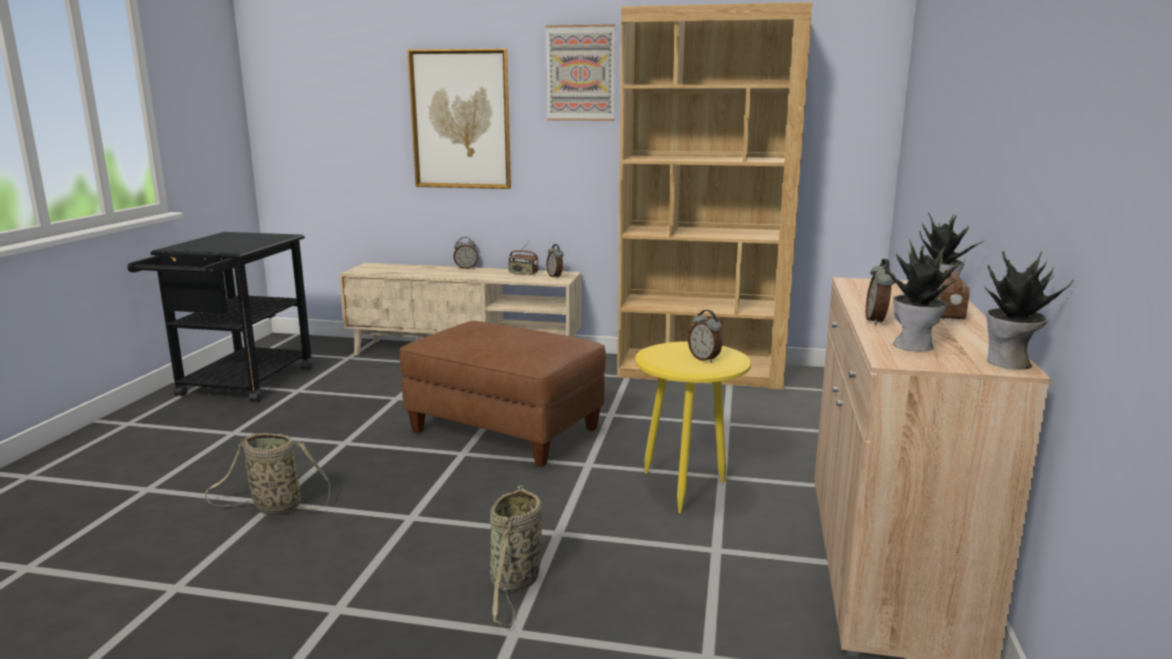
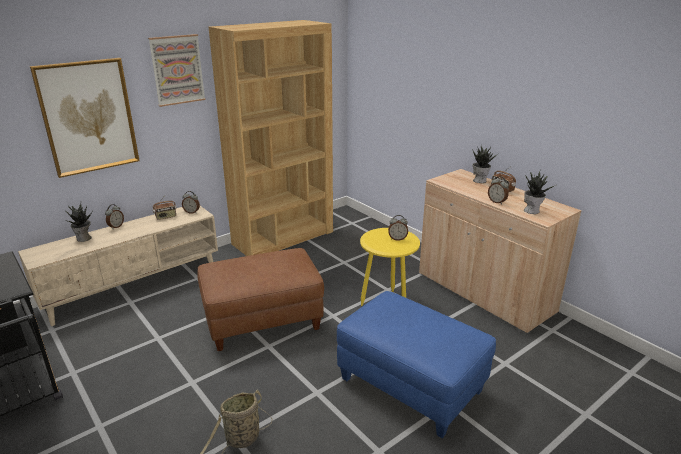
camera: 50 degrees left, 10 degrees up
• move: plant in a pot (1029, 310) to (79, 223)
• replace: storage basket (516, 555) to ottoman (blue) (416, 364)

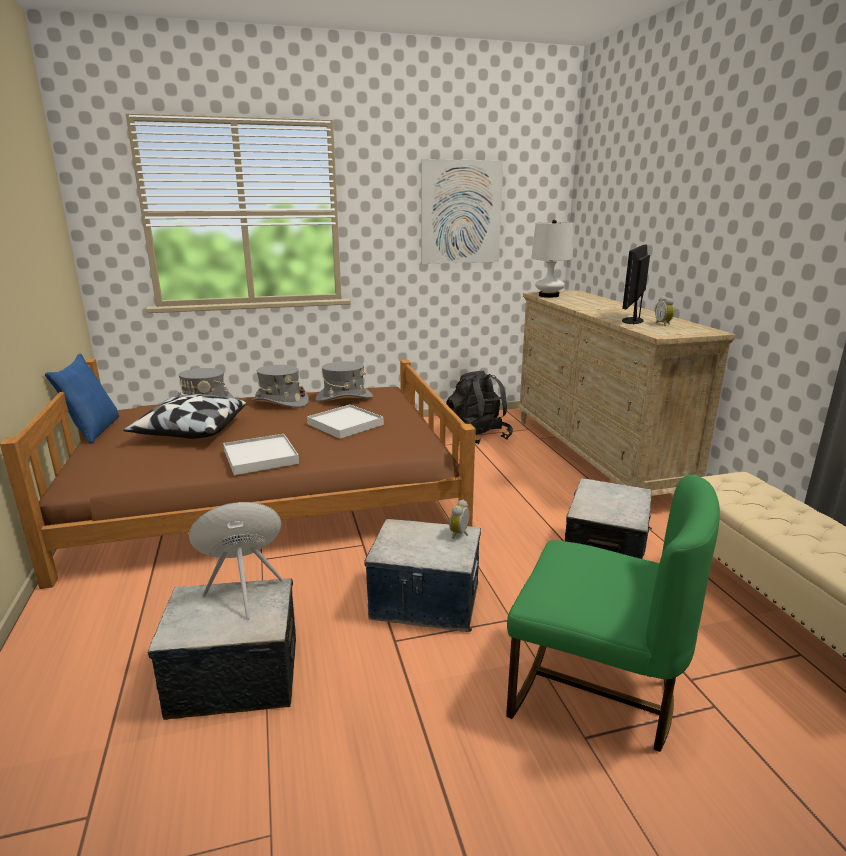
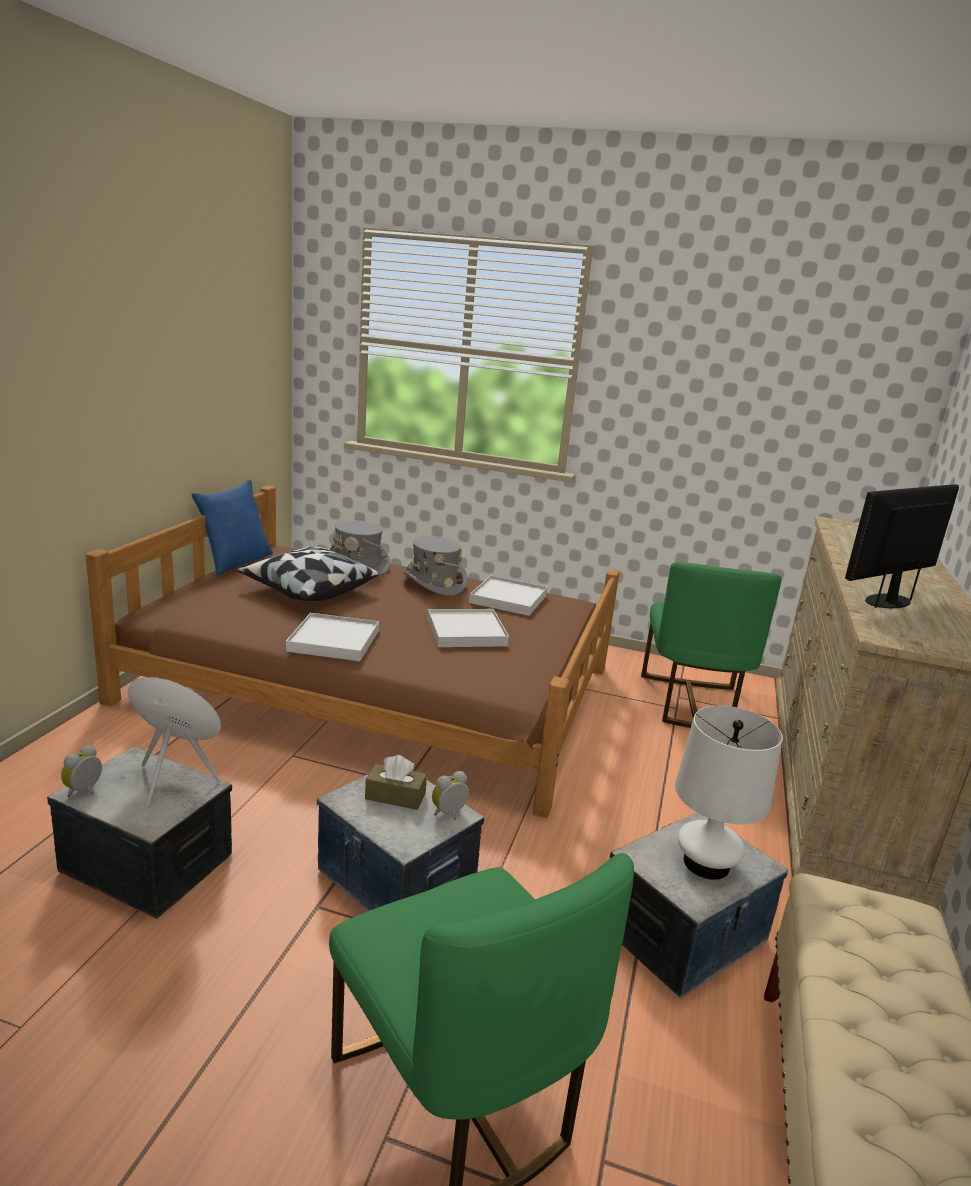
camera: 30 degrees right, 0 degrees up
• delete: picture (462, 211)
• move: tabletop lamp (white-coloured) (552, 258) to (729, 793)
• move: alarm clock (664, 311) to (81, 771)
• replace: hat (greyish) (344, 381) to serving tray (white-coloured) (508, 595)
• replace: knapsack (black) (479, 407) to upright chair (green) (711, 645)
• insert: tissue box (brown) (396, 782)

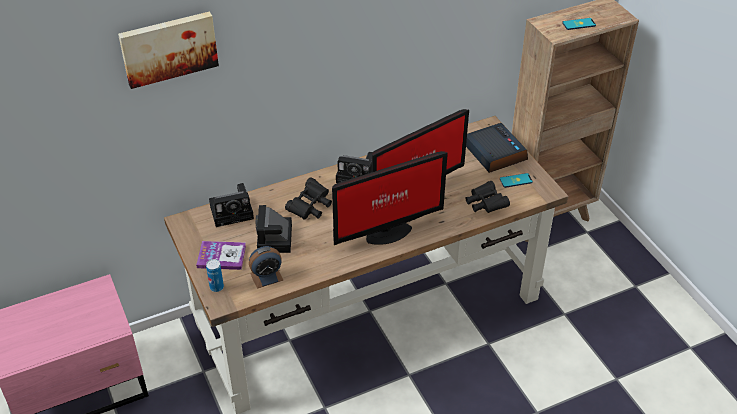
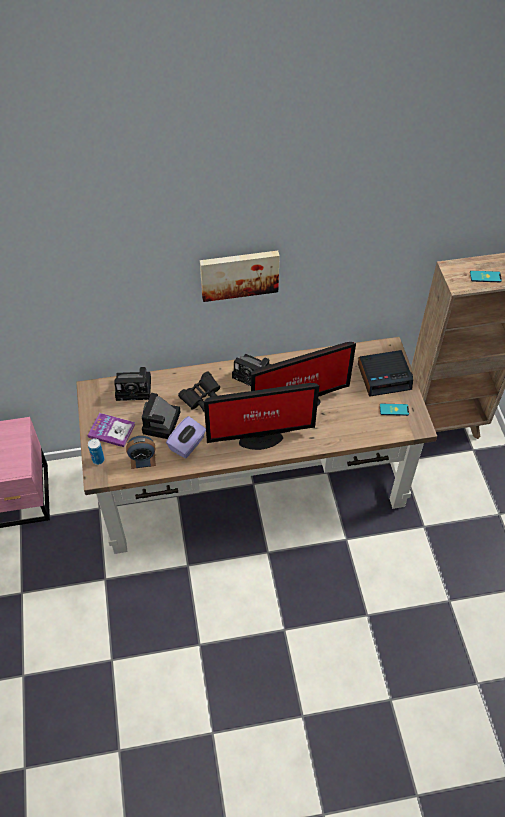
camera: 15 degrees right, 10 degrees up
• move: picture (168, 50) to (240, 276)
• rotate: alarm clock (497, 148) = (385, 373) 90 degrees clockwise
• delete: binoculars (black) (487, 197)
• insert: tissue box (purplish) (186, 437)

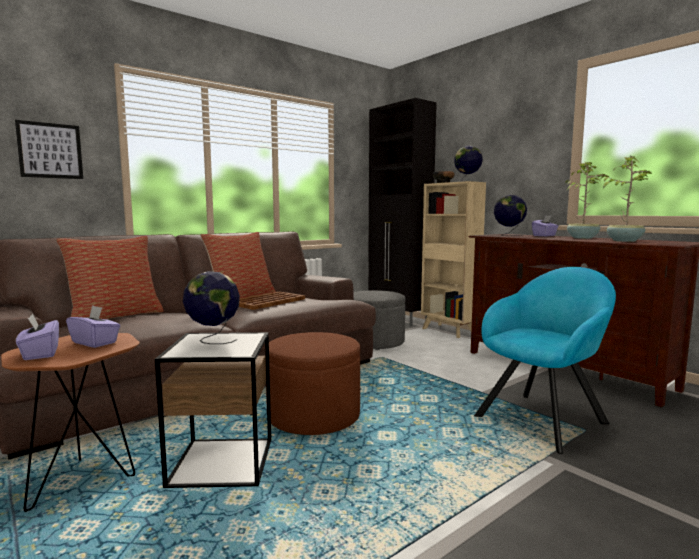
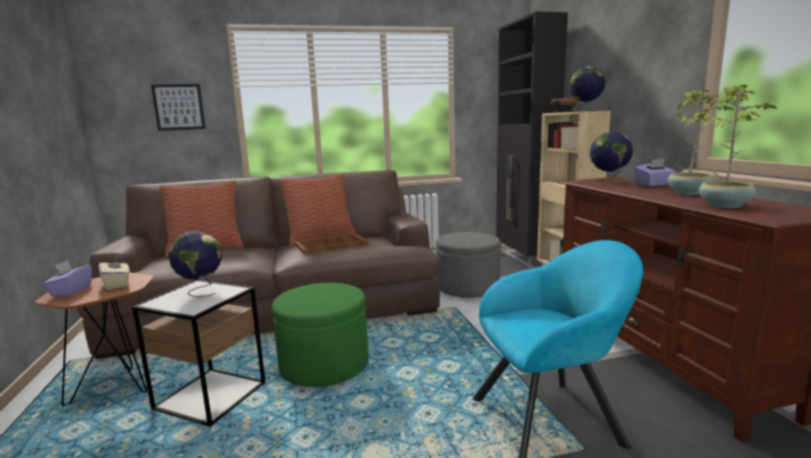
camera: 25 degrees right, 5 degrees up
• recolor: tissue box (purplish) (93, 326) to tissue box (beige) (114, 272)
• recolor: ottoman (brown) (312, 383) to ottoman (green) (320, 335)

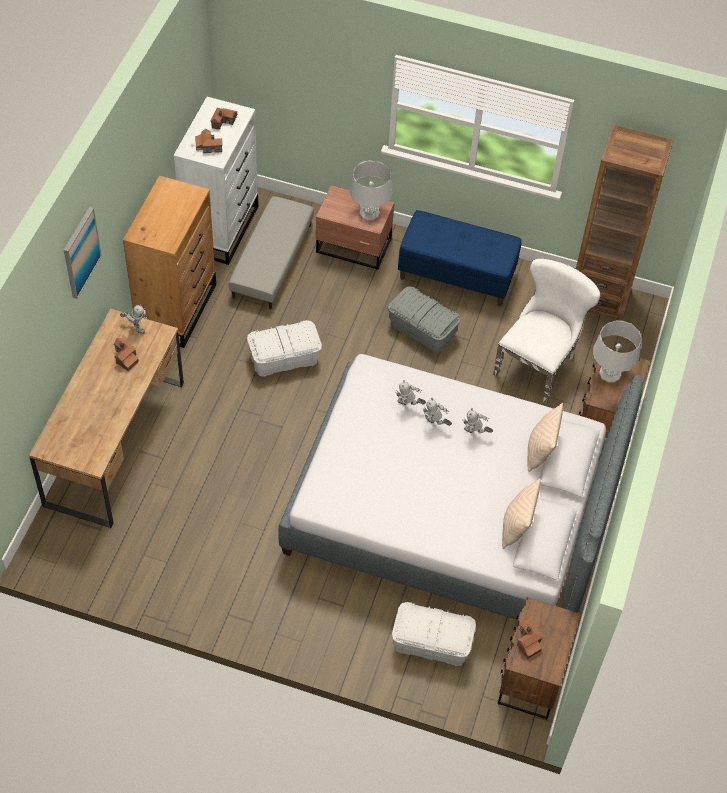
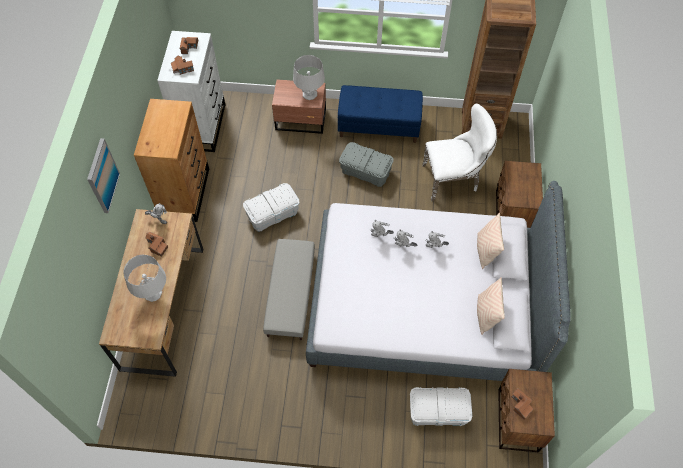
camera: 10 degrees left, 5 degrees up
• move: ottoman (greyish) (271, 252) to (289, 289)
• rotate: upright chair (white-coloured) (547, 331) = (459, 152) 60 degrees clockwise
• move: tabletop lamp (greyish) (617, 351) to (144, 278)

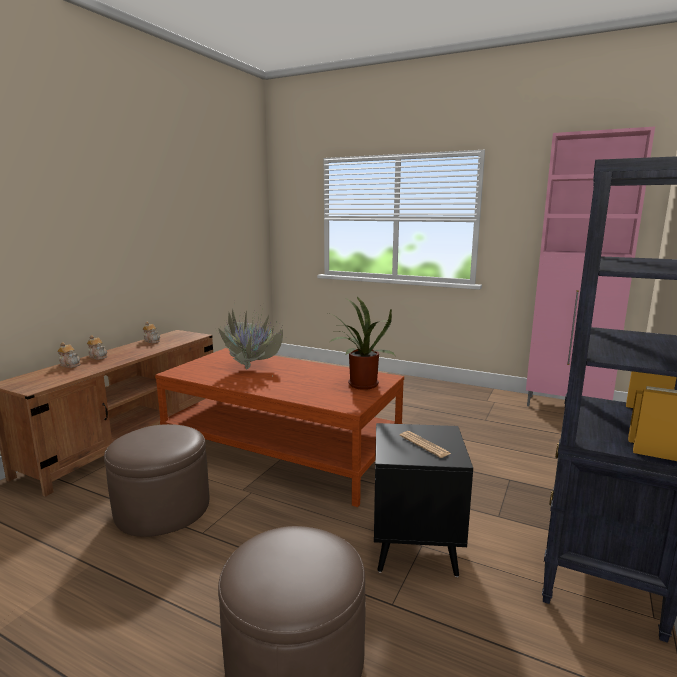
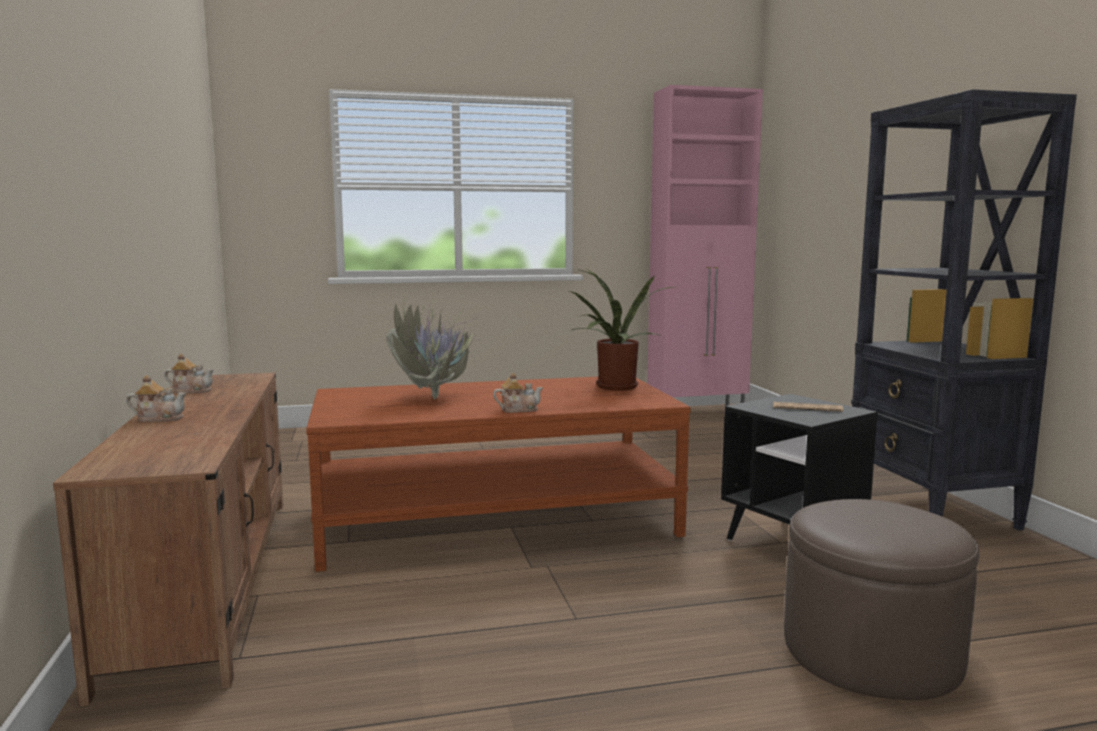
camera: 40 degrees left, 5 degrees down
• move: pot for tea (68, 355) to (518, 393)
• delete: ottoman (brown) (156, 480)

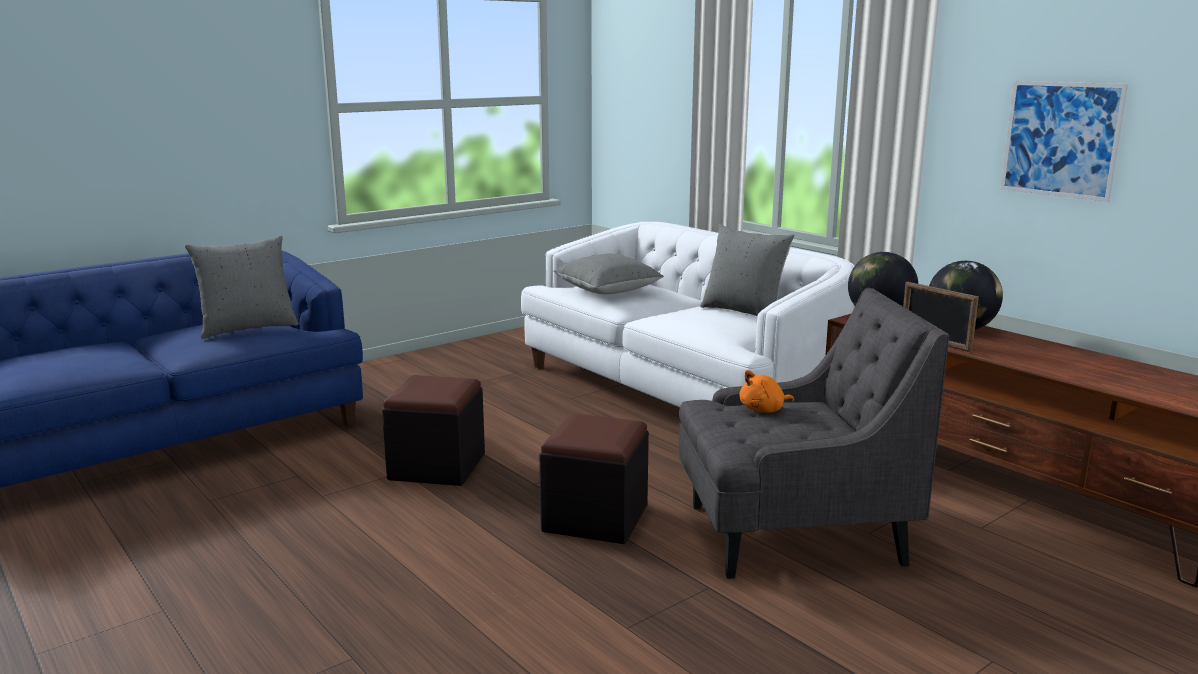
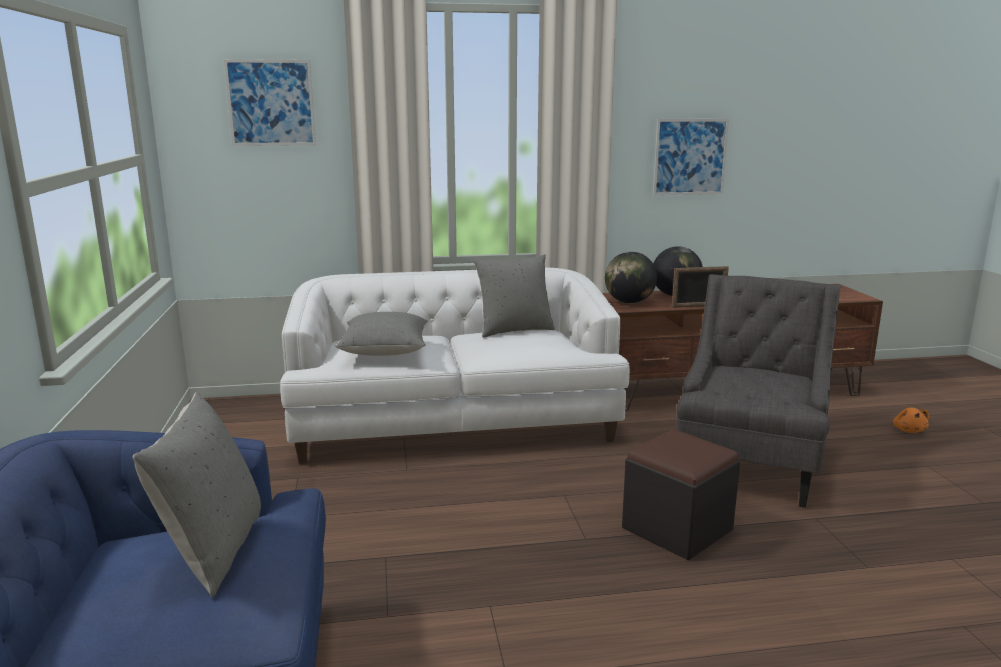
camera: 60 degrees left, 0 degrees up
• move: plush toy (orange-coloured) (766, 391) to (911, 420)
• delete: ottoman (black) (433, 430)
• insert: picture (270, 102)

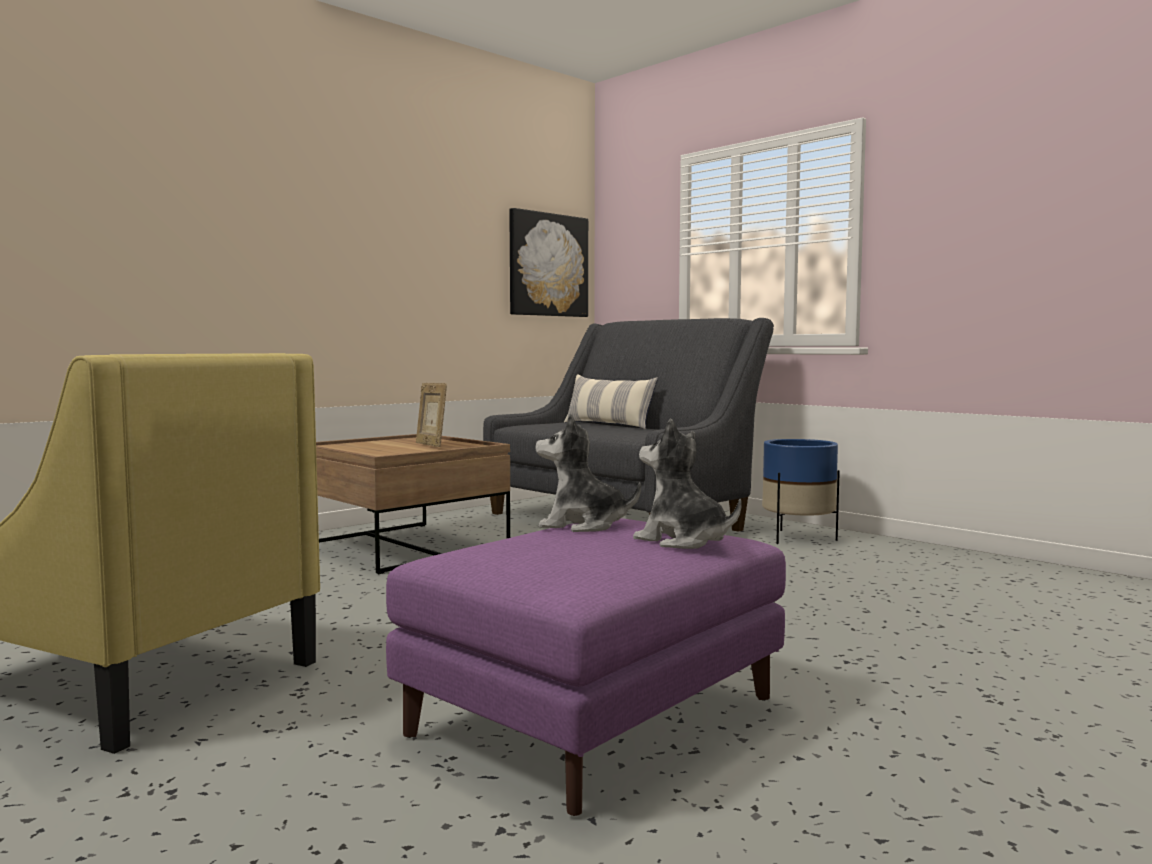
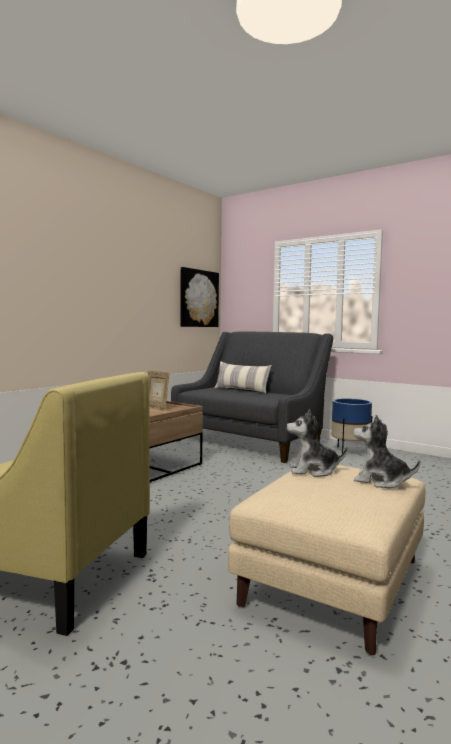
camera: 10 degrees left, 0 degrees up
• recolor: ottoman (purplish) (586, 667) to ottoman (beige) (327, 560)

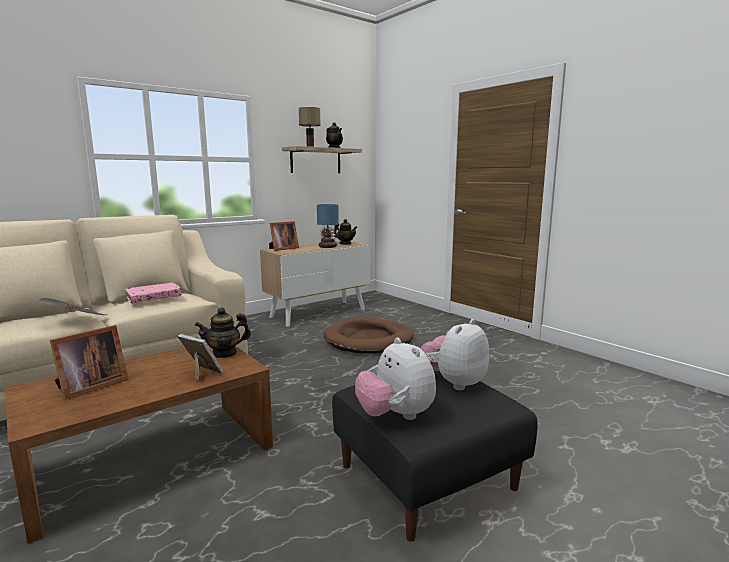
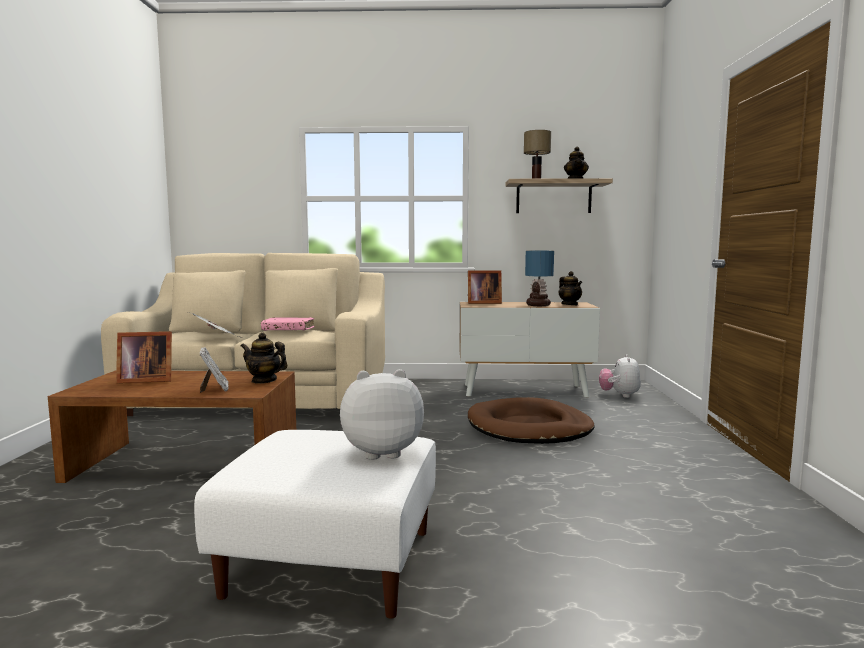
camera: 40 degrees right, 5 degrees down
• move: plush toy (395, 378) to (620, 376)
• recolor: ottoman (black) (435, 456) to ottoman (white-coloured) (315, 524)

